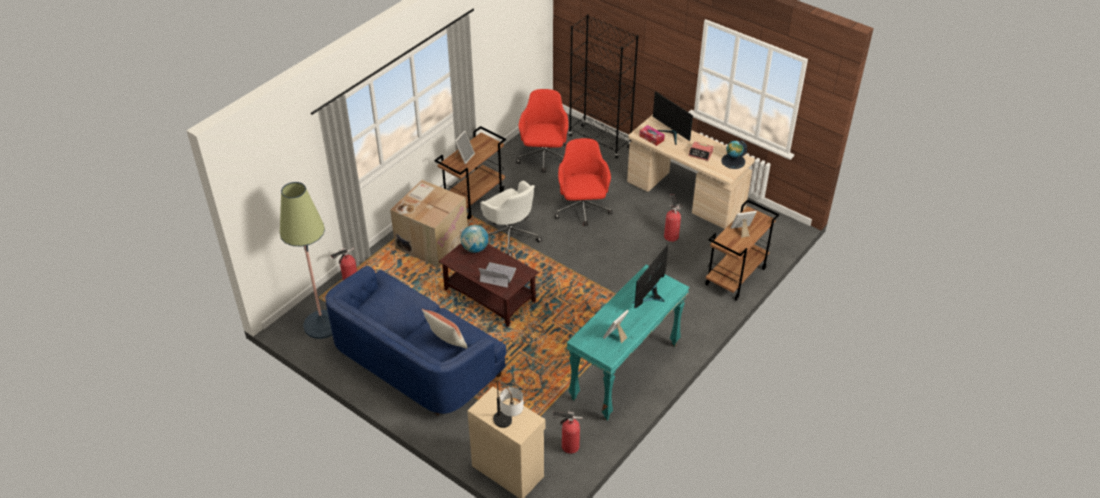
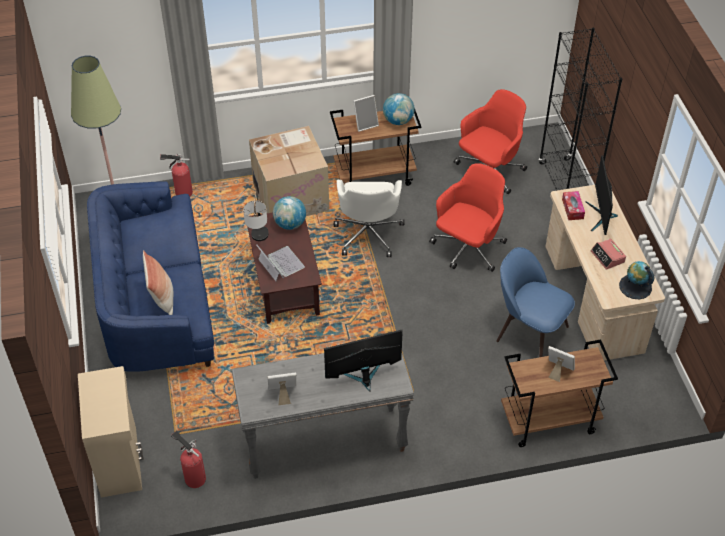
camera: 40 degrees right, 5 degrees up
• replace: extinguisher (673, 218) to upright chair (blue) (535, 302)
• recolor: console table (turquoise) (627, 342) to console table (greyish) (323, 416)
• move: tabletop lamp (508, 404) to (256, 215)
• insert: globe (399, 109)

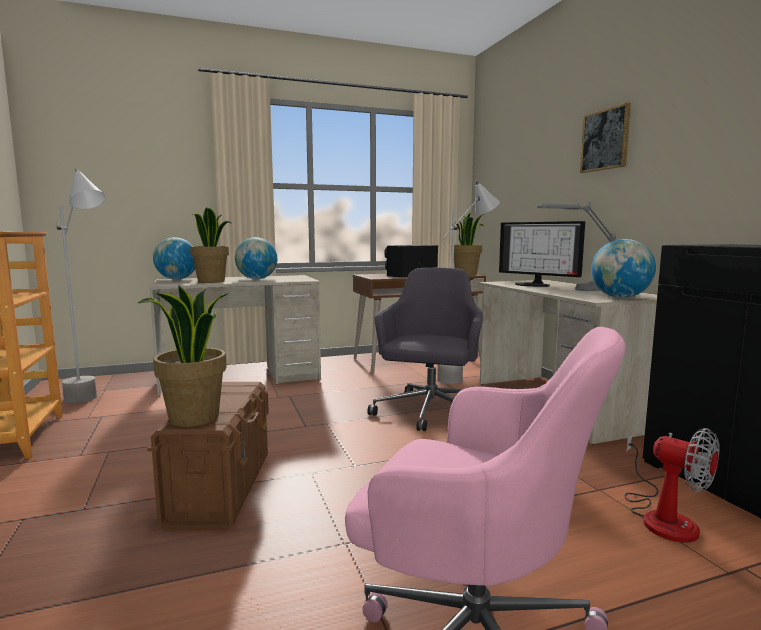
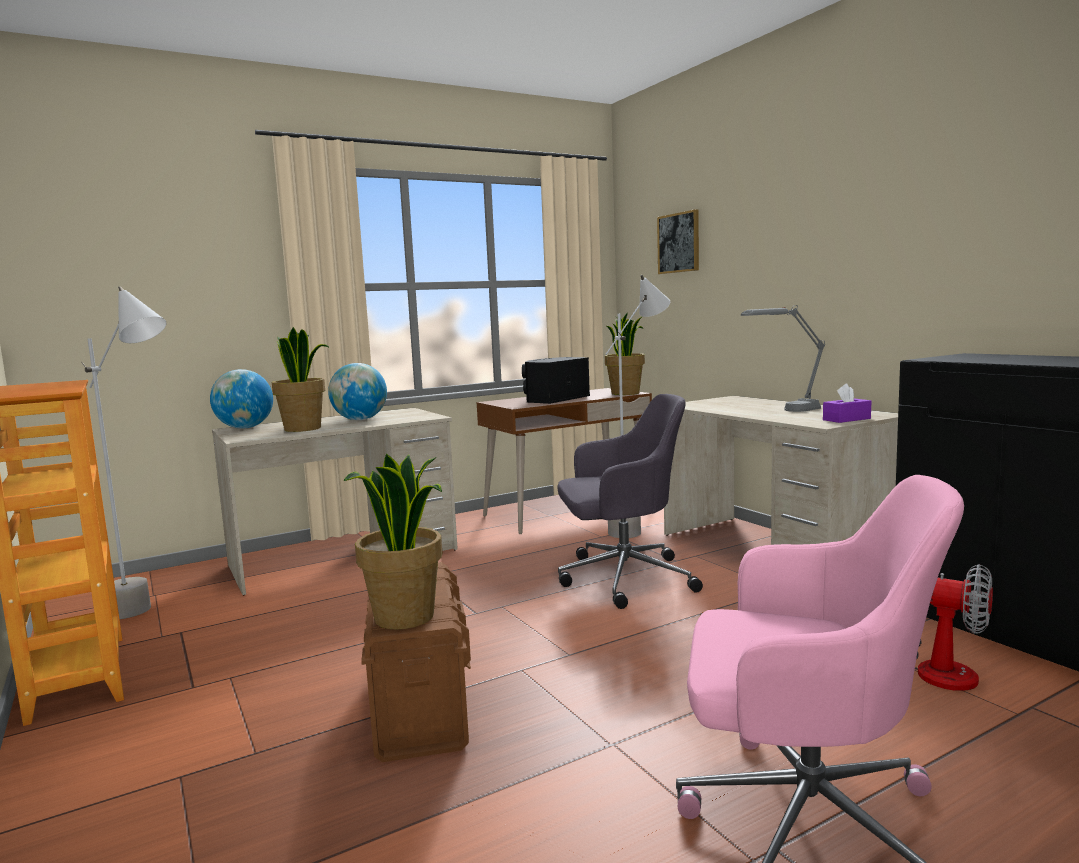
camera: 10 degrees left, 0 degrees up
• move: picture (605, 137) to (678, 241)
• delete: computer display (542, 254)
• replace: globe (623, 268) to tissue box (purplish) (847, 403)
• rotate: office chair (greyish) (425, 349) = (630, 501) 75 degrees clockwise

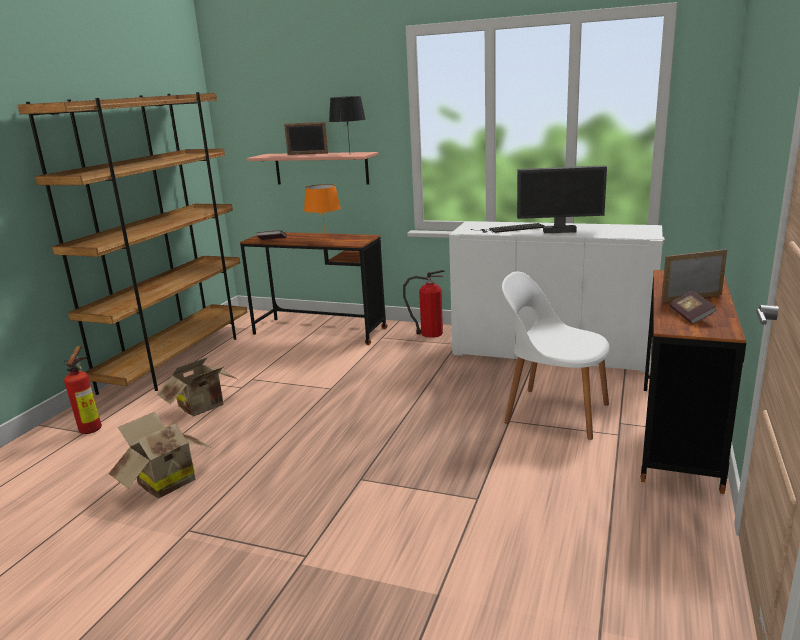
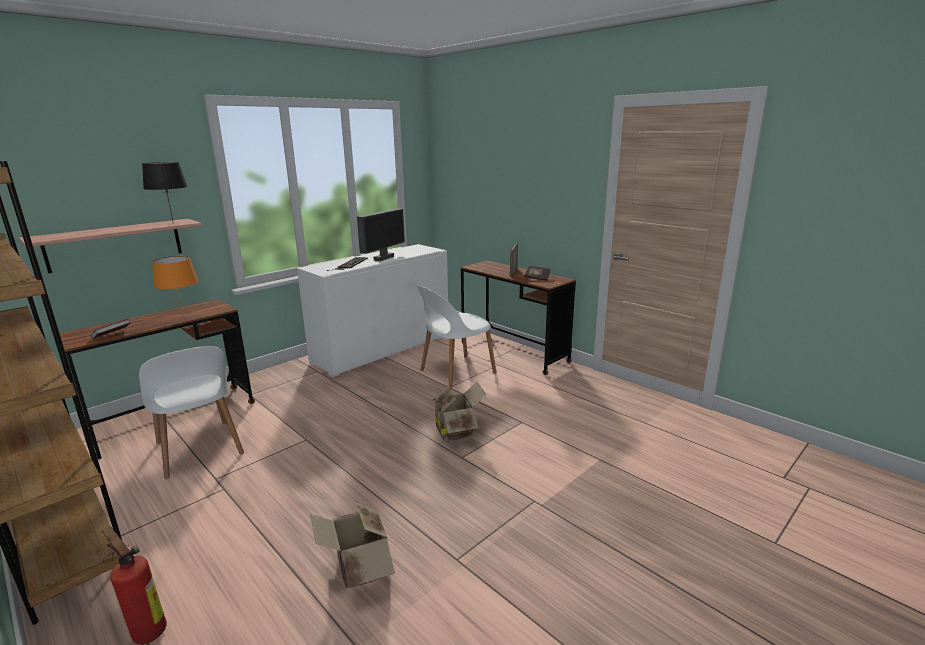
camera: 65 degrees left, 0 degrees up
• delete: picture frame (306, 138)
• delete: extinguisher (424, 304)
• move: cardboard box (196, 387) to (459, 411)
• insert: upright chair (white-coloured) (191, 412)

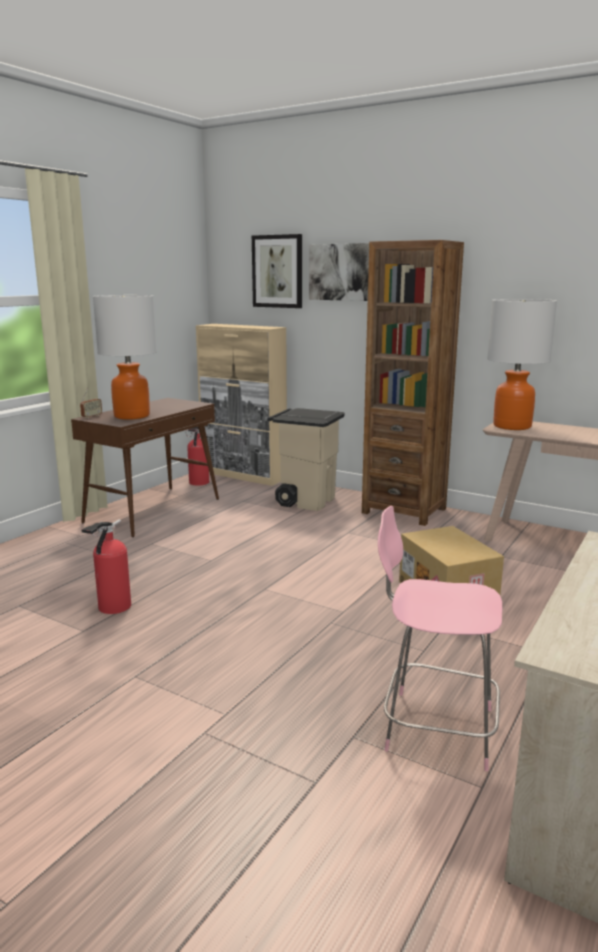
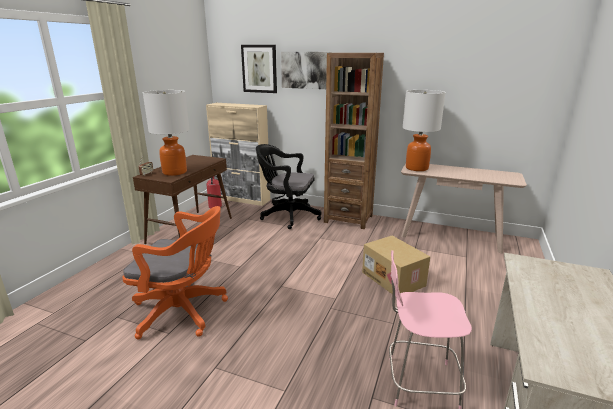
camera: 10 degrees left, 5 degrees up
• replace: waste bin (beige) (305, 459) to office chair (black) (288, 186)
• replace: extinguisher (106, 566) to office chair (orange-coloured) (175, 272)

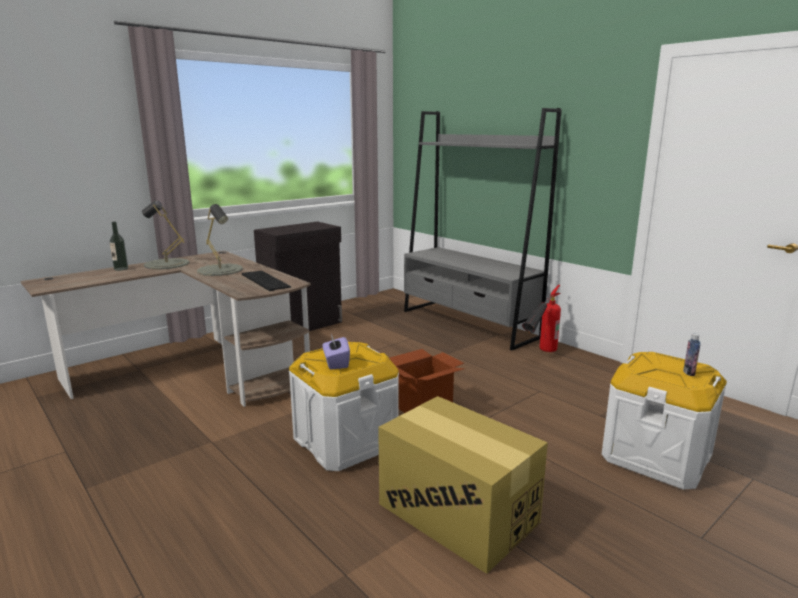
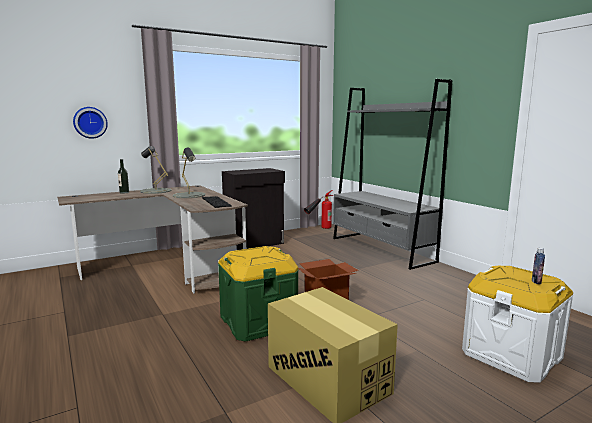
camera: 10 degrees right, 5 degrees down
• move: extinguisher (541, 318) to (319, 209)
• delete: tissue box (purplish) (336, 352)
• recolor: storage box (white-coloured) (344, 406) to storage box (green) (258, 294)
• insert: hanging clock (90, 123)

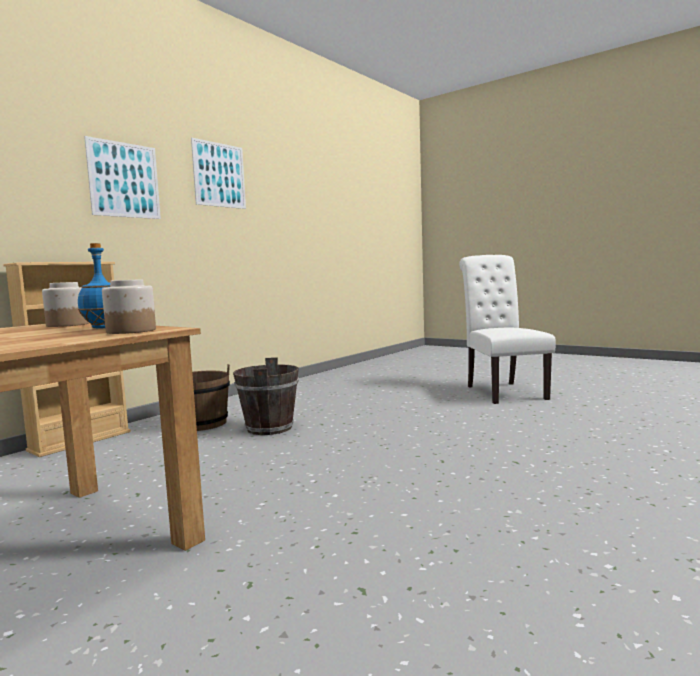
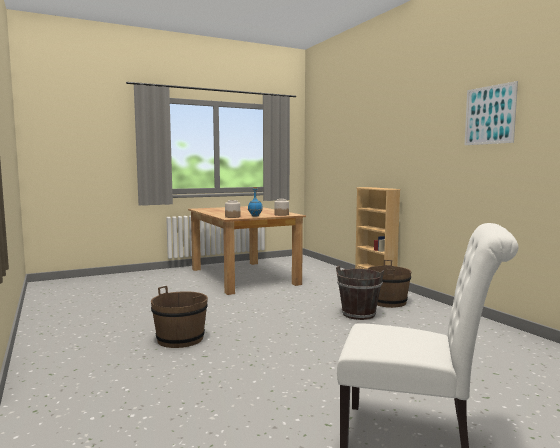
camera: 115 degrees right, 0 degrees up
• delete: picture (122, 177)
• insert: bucket (brown) (179, 317)

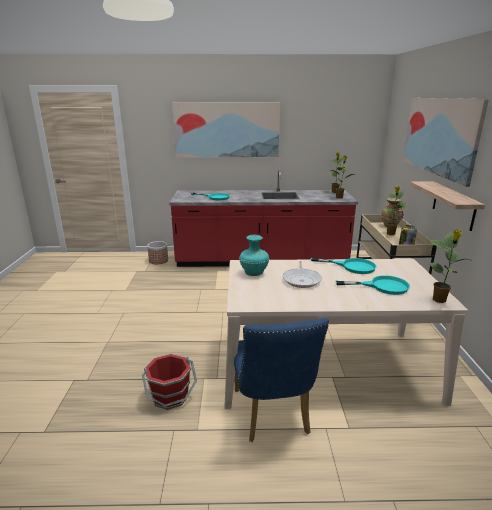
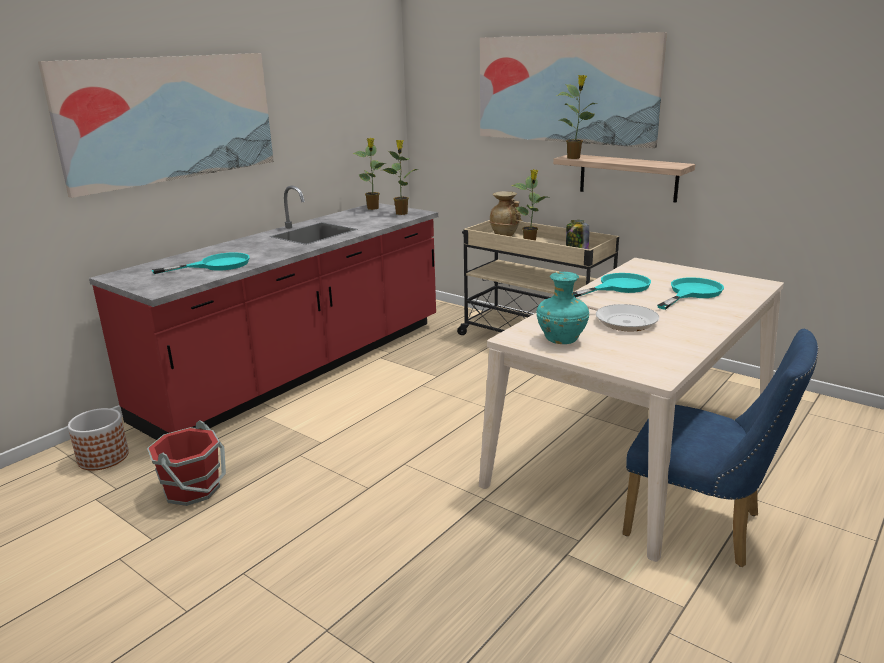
camera: 50 degrees left, 0 degrees up
• move: plant in a pot (449, 266) to (577, 117)
• move: bucket (red) (169, 382) to (186, 463)

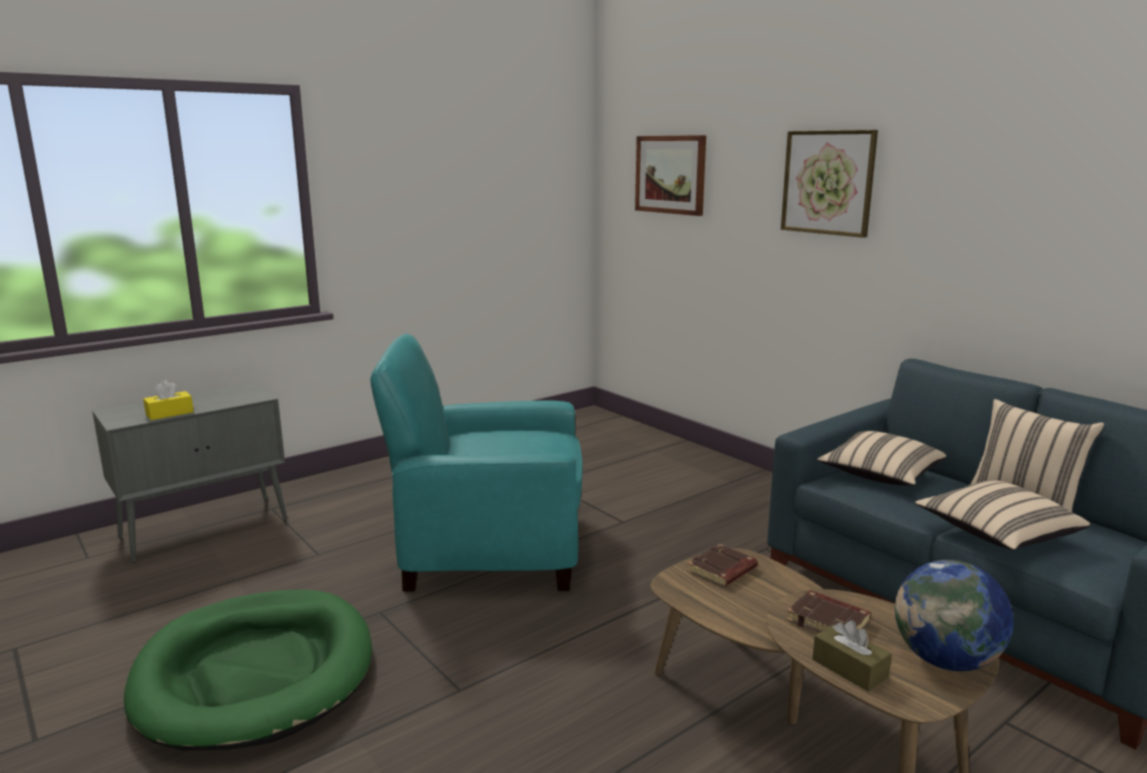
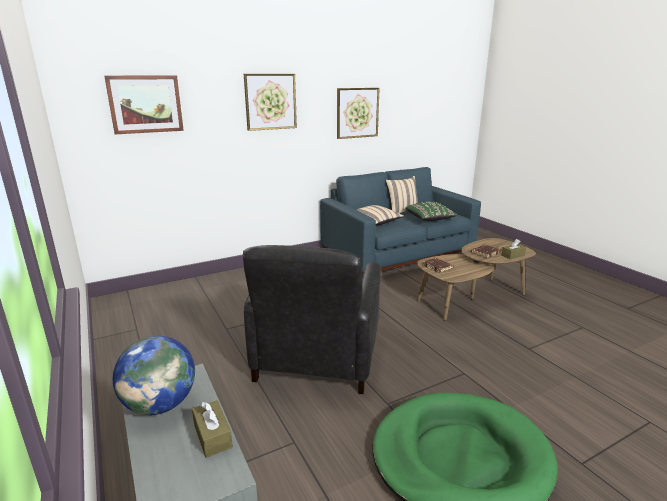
camera: 80 degrees left, 5 degrees up
• recolor: lounge chair (turquoise) (476, 462) to lounge chair (black) (312, 319)
• recolor: tissue box (yellow-coloured) (168, 400) to tissue box (brown) (212, 429)
• recolor: pillow (beige) (1002, 515) to pillow (green) (431, 211)
• move: globe (954, 615) to (154, 375)
• insert: picture (358, 113)

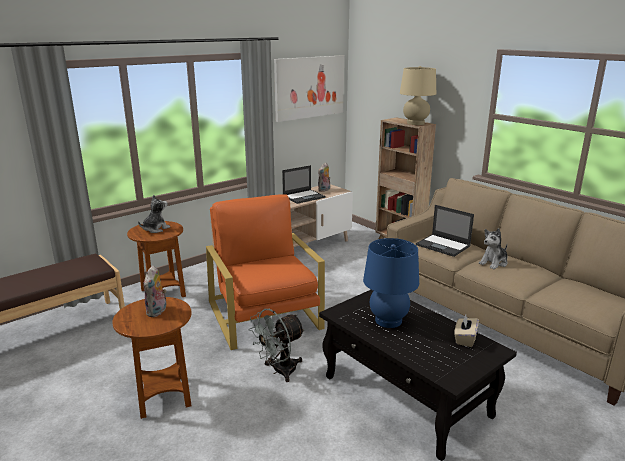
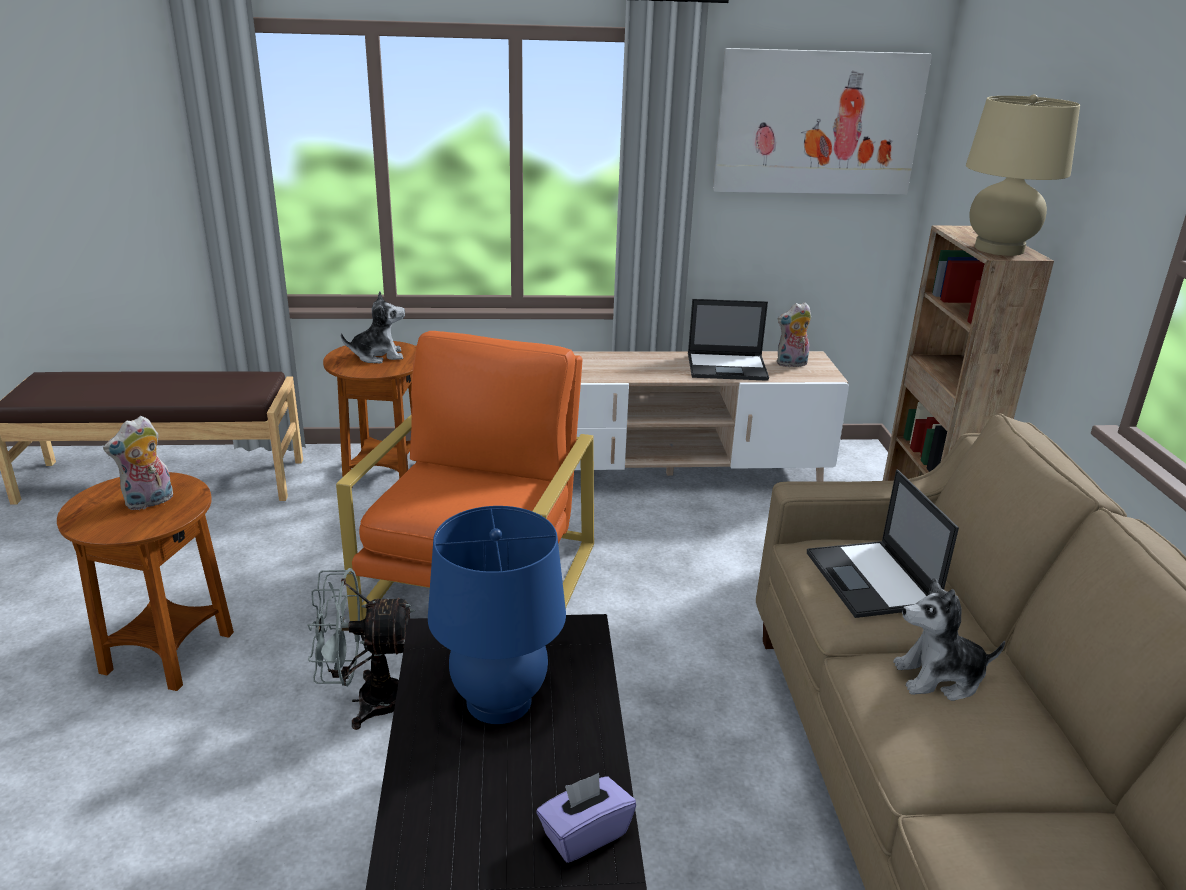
camera: 35 degrees right, 5 degrees up
• recolor: tissue box (beige) (466, 330) to tissue box (purplish) (586, 818)

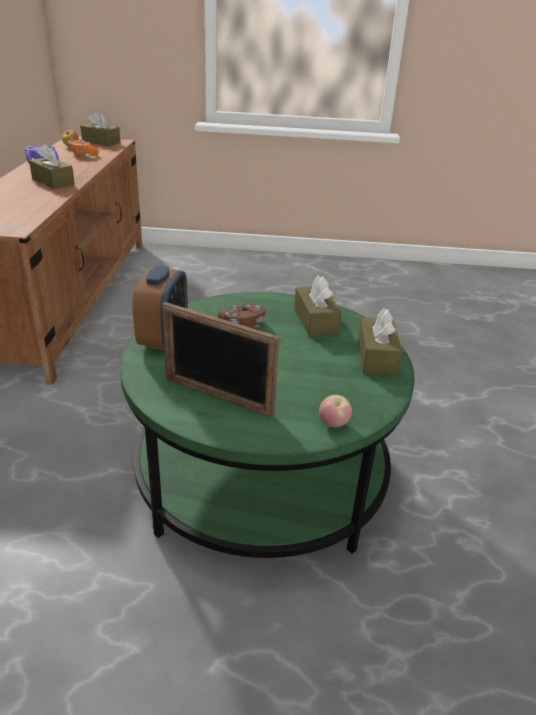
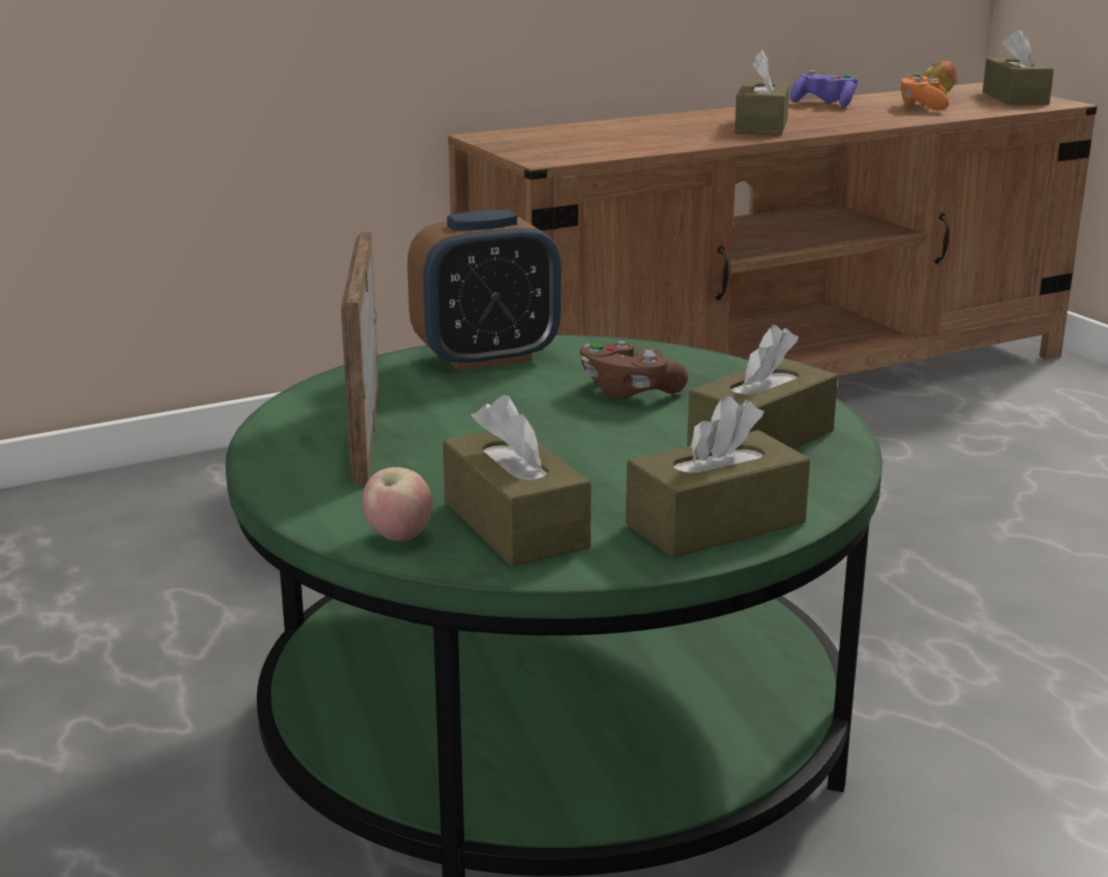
camera: 60 degrees right, 10 degrees down
• insert: tissue box (brown) (517, 480)

